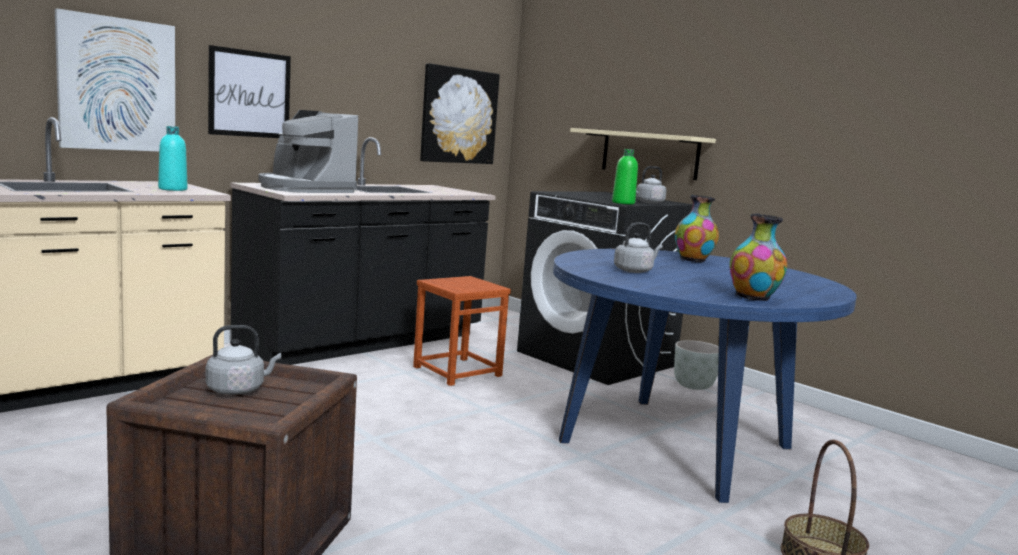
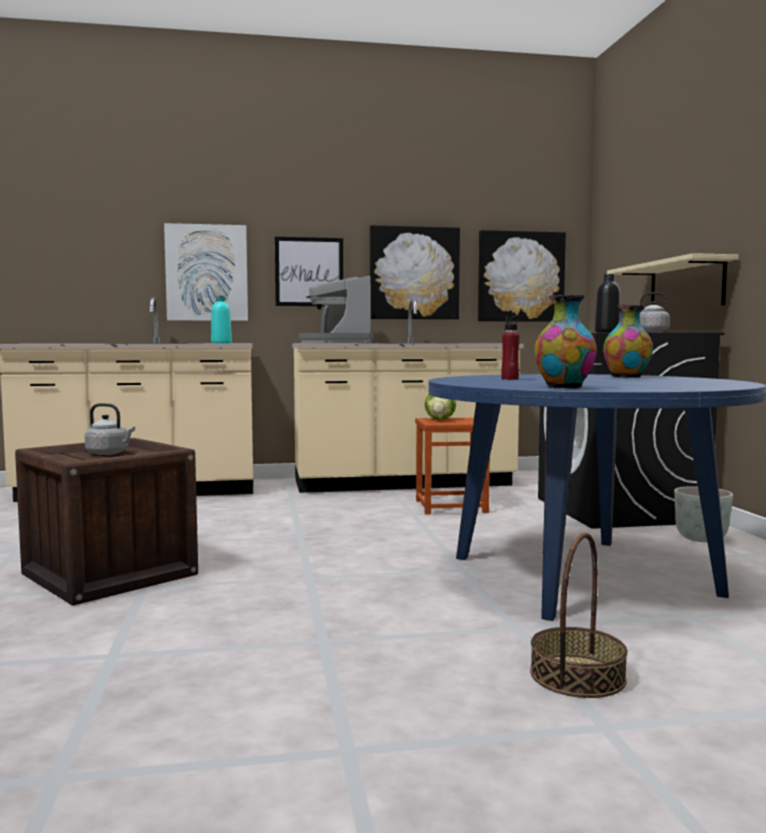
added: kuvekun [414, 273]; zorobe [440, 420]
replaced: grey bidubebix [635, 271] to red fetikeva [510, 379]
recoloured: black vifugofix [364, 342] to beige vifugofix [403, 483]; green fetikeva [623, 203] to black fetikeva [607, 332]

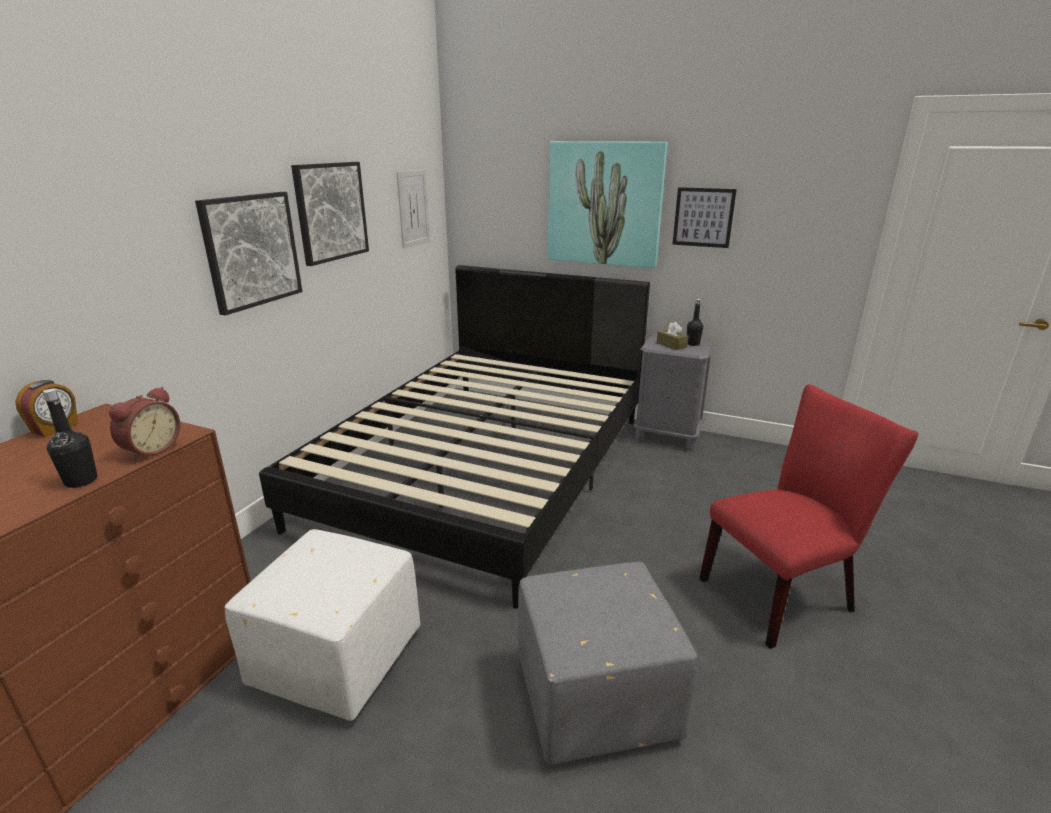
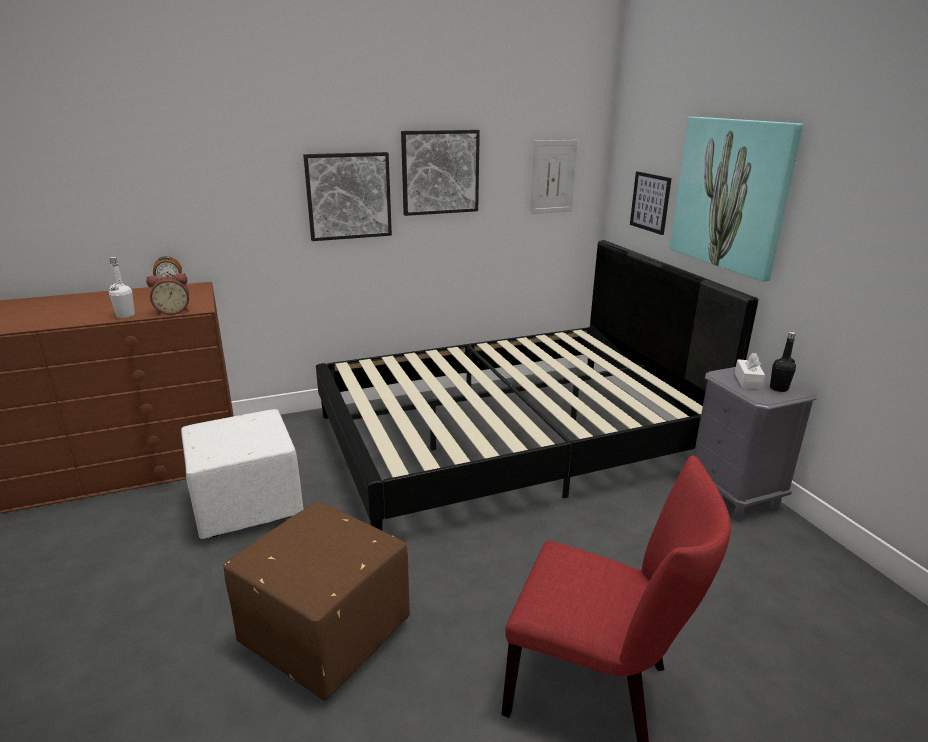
moved: kuvekun [703, 217] to [650, 202]
recoloured: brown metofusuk [671, 345] to white metofusuk [747, 381]; black fetikeva [81, 481] to white fetikeva [125, 315]; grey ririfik [595, 701] to brown ririfik [323, 635]

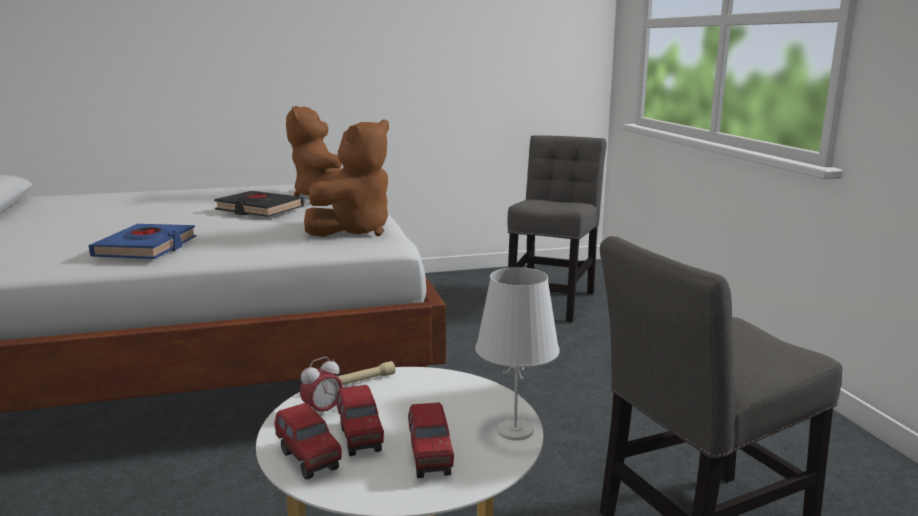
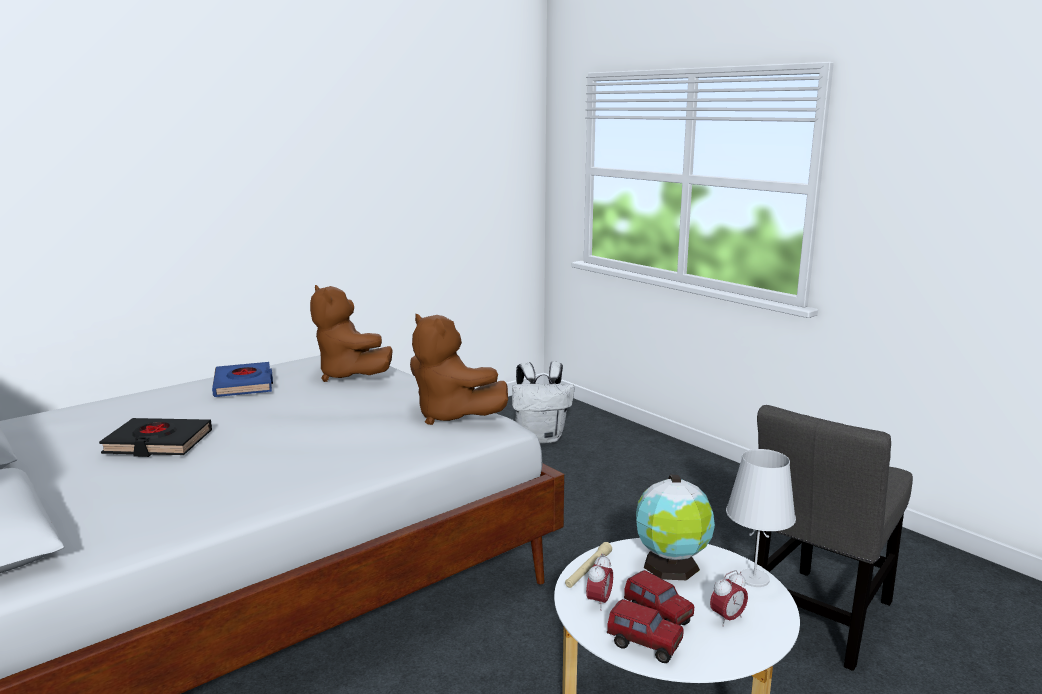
added: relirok [671, 567]
moved: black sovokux [259, 209] to [158, 443]; blue sovokux [146, 248] to [244, 385]
replaced: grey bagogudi [552, 300] to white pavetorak [540, 438]; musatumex [430, 459] to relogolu [727, 619]
turned: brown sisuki [354, 231] = [451, 416] 120 degrees clockwise

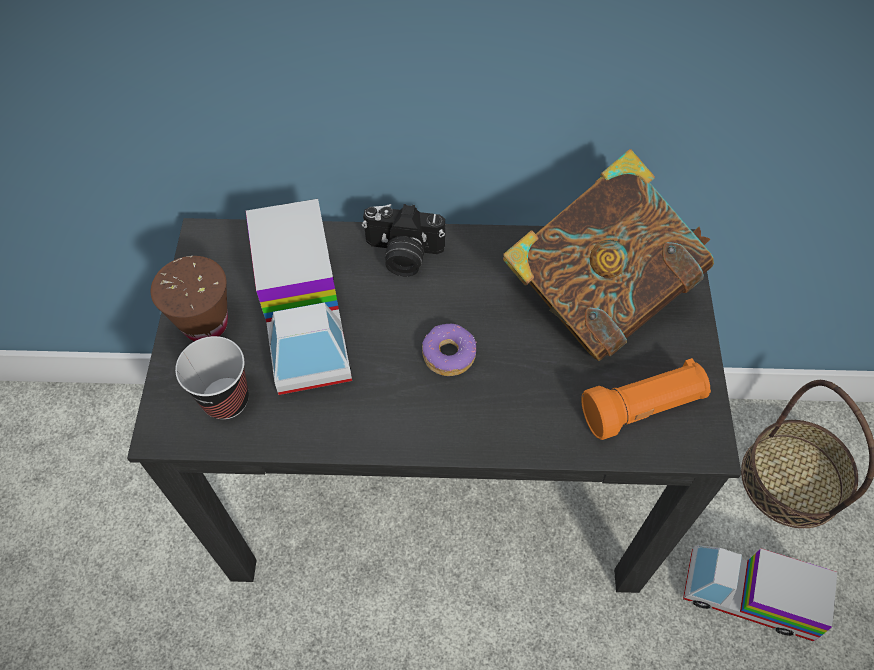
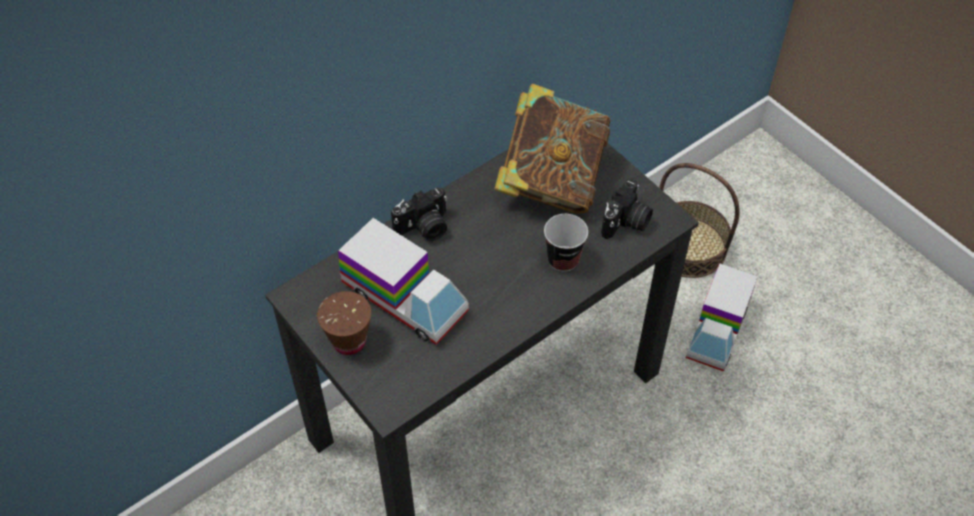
removed: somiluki [448, 354]
moved: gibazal [226, 400] to [563, 260]
replaced: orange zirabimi [642, 408] to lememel [626, 222]
turned: musatumex [748, 595] = [717, 330] 45 degrees counterclockwise

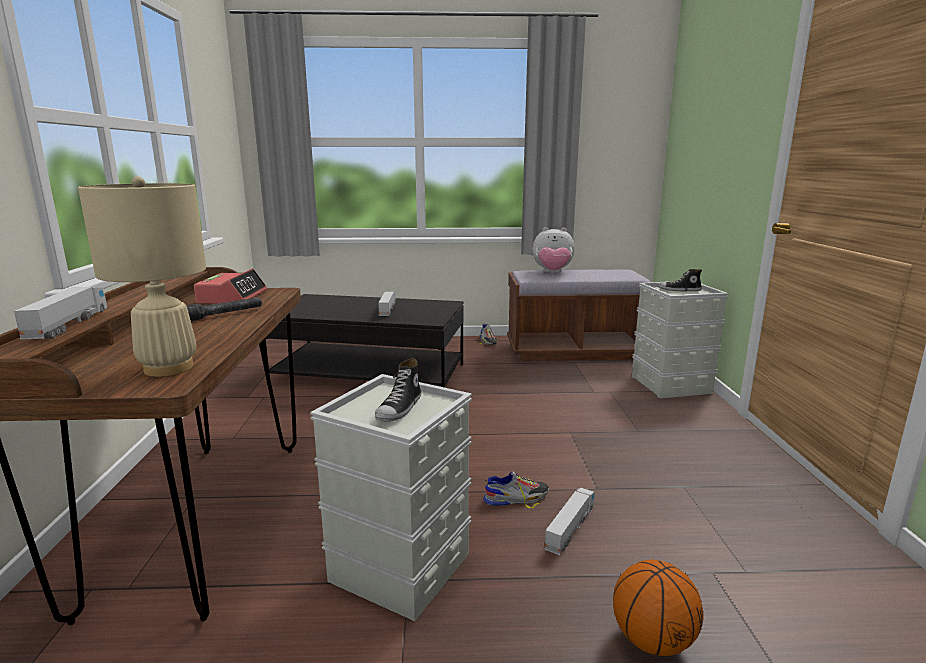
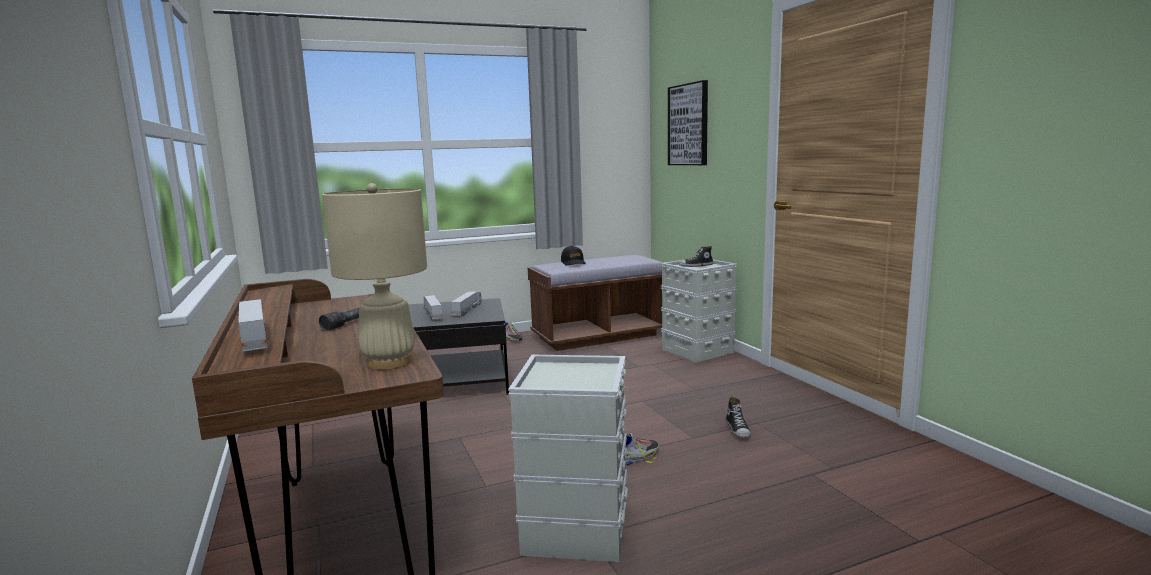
removed: relogolu [233, 297]; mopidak [652, 641]
added: kuvekun [689, 125]
moved: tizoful [400, 409] to [738, 430]; musatumex [570, 528] to [467, 309]
replaced: sisuki [552, 272] to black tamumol [573, 263]

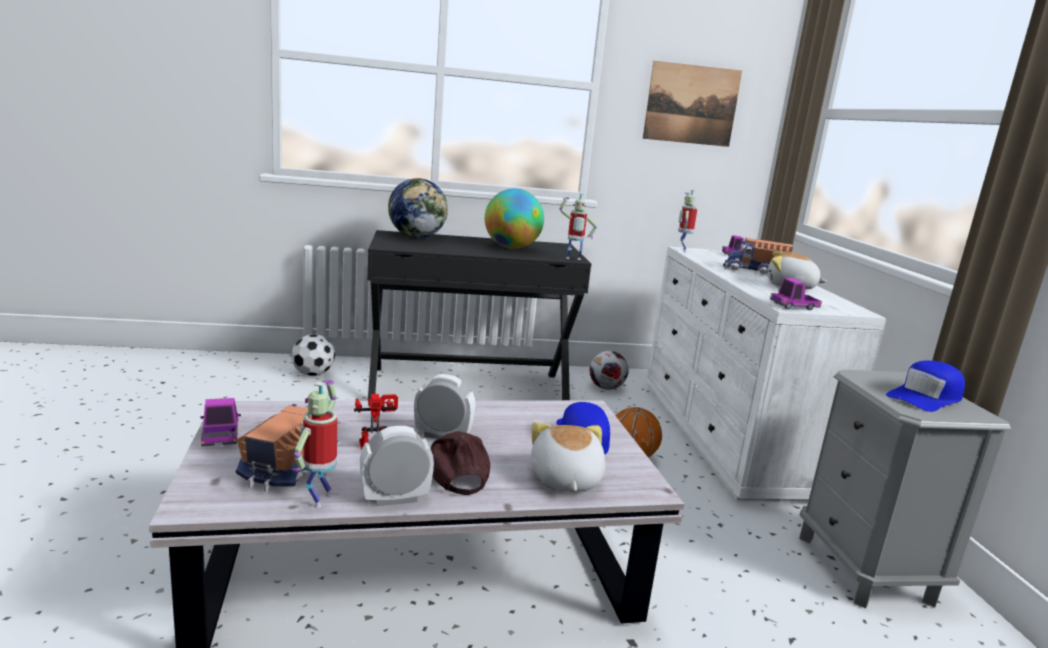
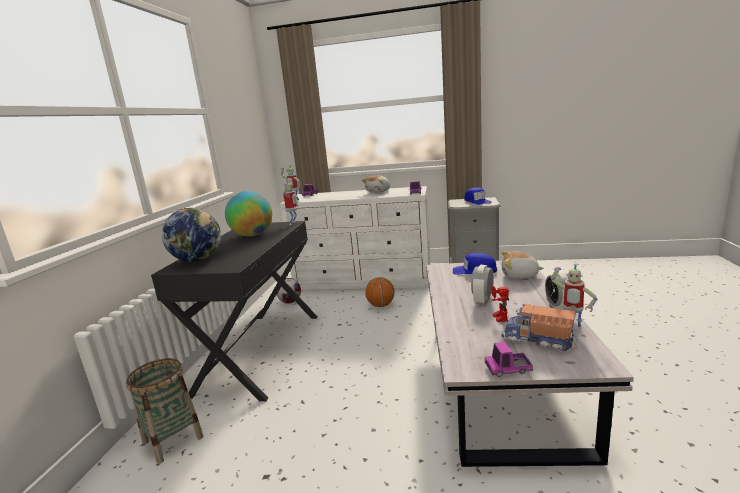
removed: kuvekun [691, 104]; musatumex [755, 271]; brown tamumol [456, 471]
replaced: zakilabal [313, 374] to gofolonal [173, 439]

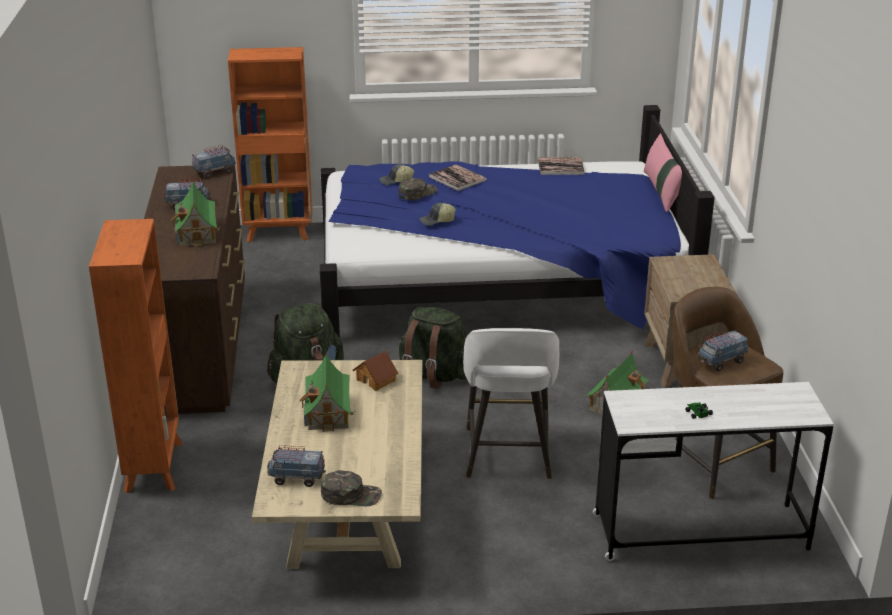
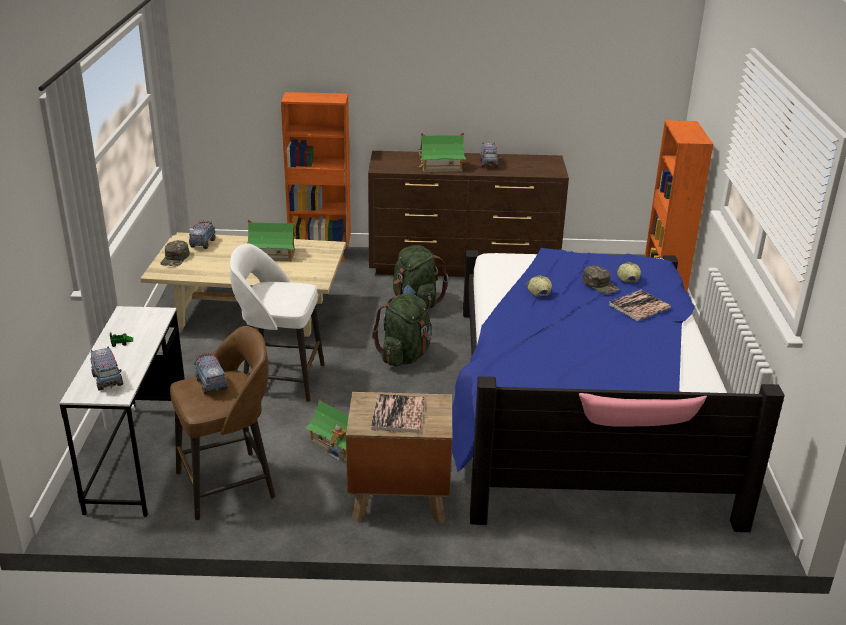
removed: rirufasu [376, 380]
moved: musatumex [214, 172] to [107, 380]; sovokux [560, 167] to [398, 414]

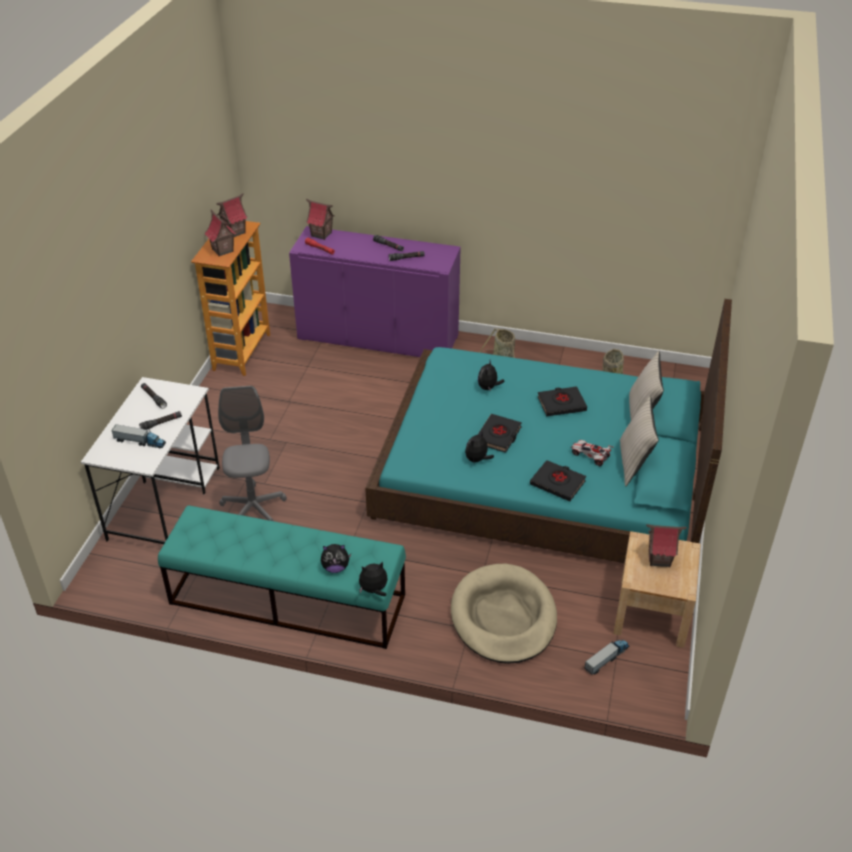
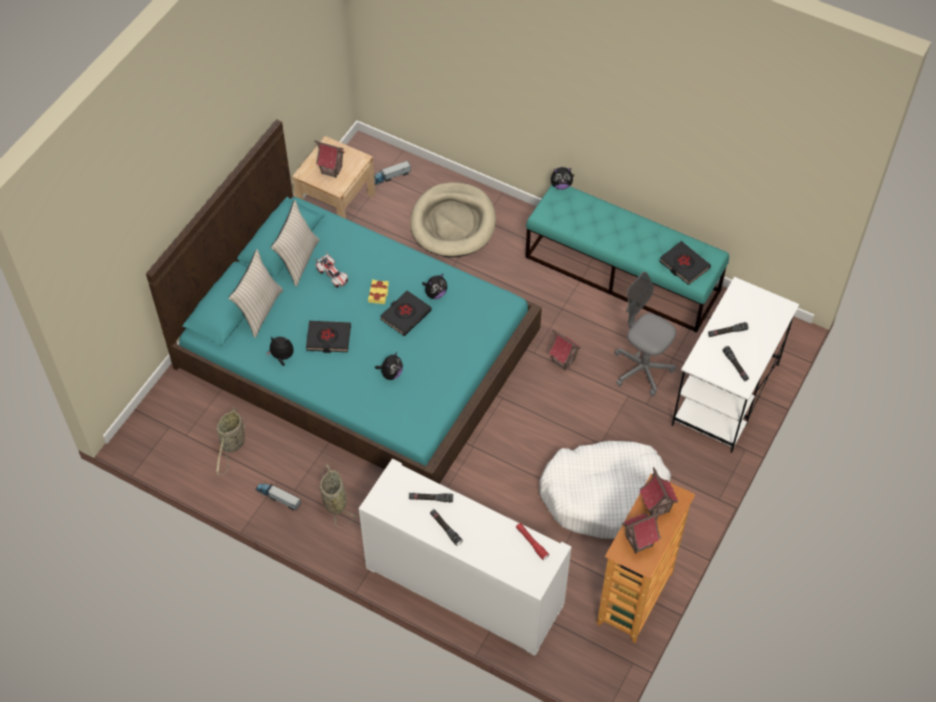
added: yellow sovokux [378, 293]; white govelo [604, 495]
moved: rirufasu [321, 235] to [563, 360]; musatumex [140, 442] to [278, 498]; black sovokux [558, 483] to [684, 265]; sisuki [335, 567] to [282, 357]
recoloured: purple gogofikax [378, 337] to white gogofikax [464, 586]
turned: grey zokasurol [253, 508] = [642, 369] 120 degrees clockwise

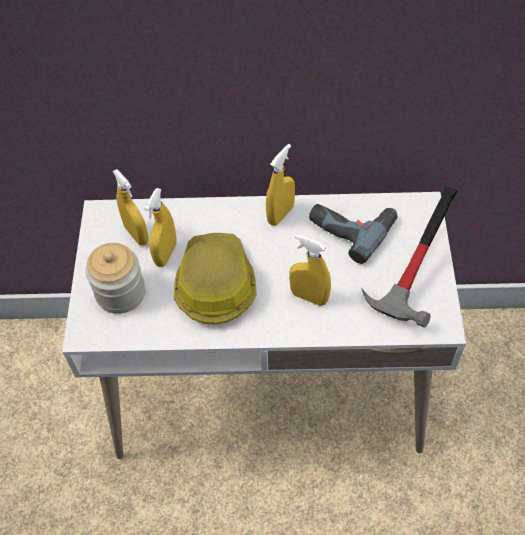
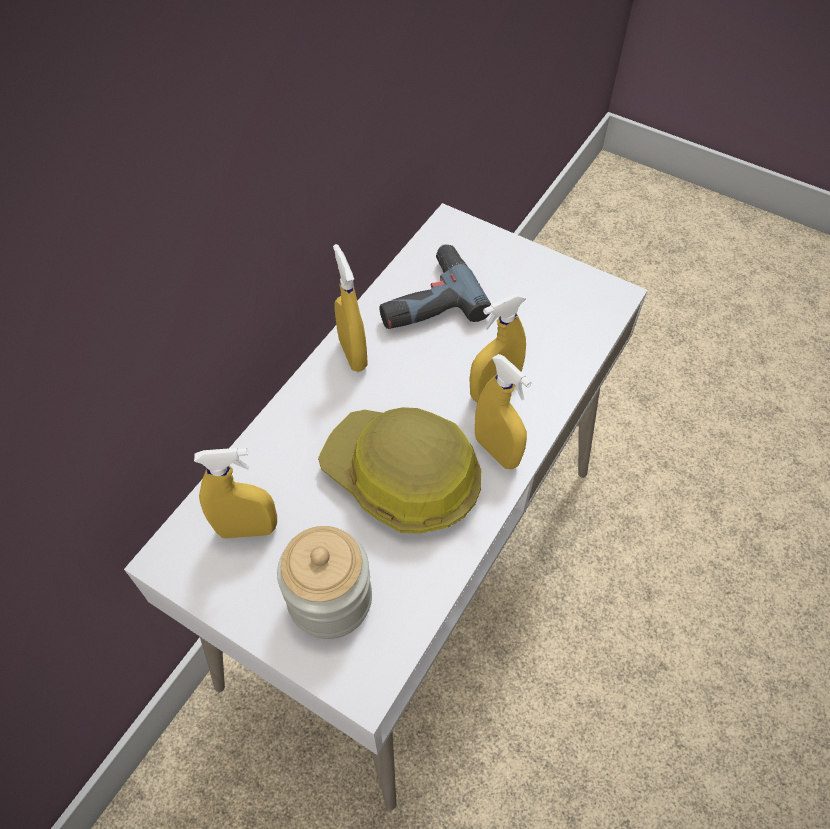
removed: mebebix [416, 279]
moved: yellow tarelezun [166, 254] to [496, 451]

